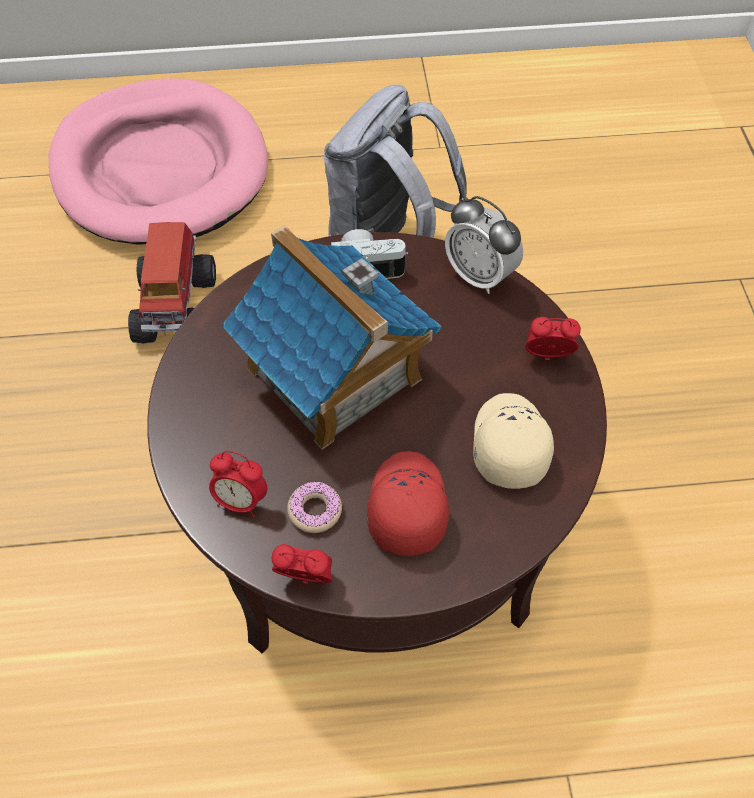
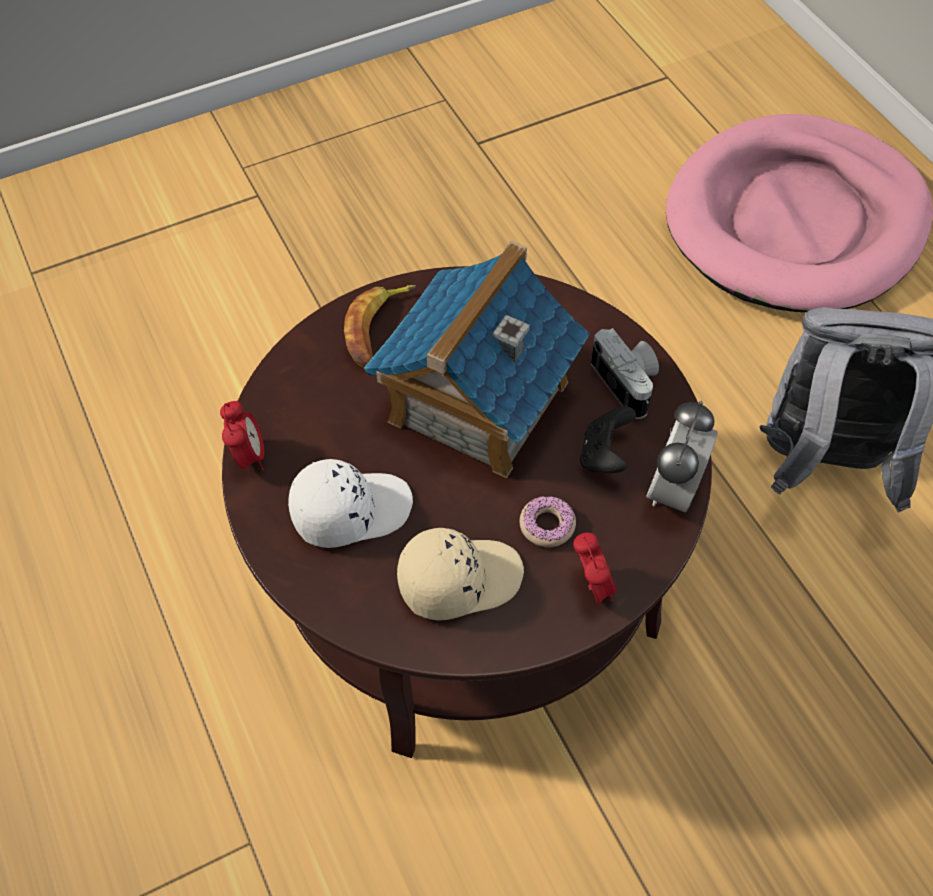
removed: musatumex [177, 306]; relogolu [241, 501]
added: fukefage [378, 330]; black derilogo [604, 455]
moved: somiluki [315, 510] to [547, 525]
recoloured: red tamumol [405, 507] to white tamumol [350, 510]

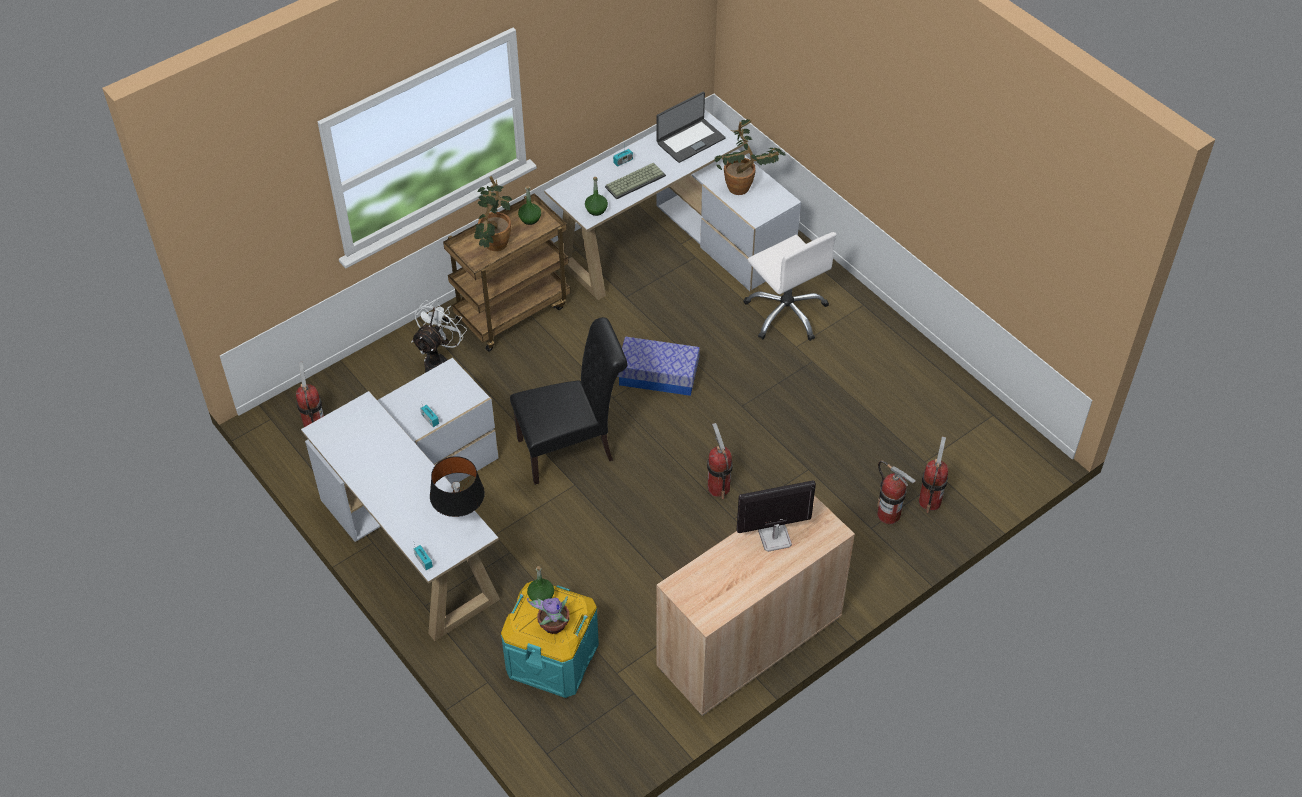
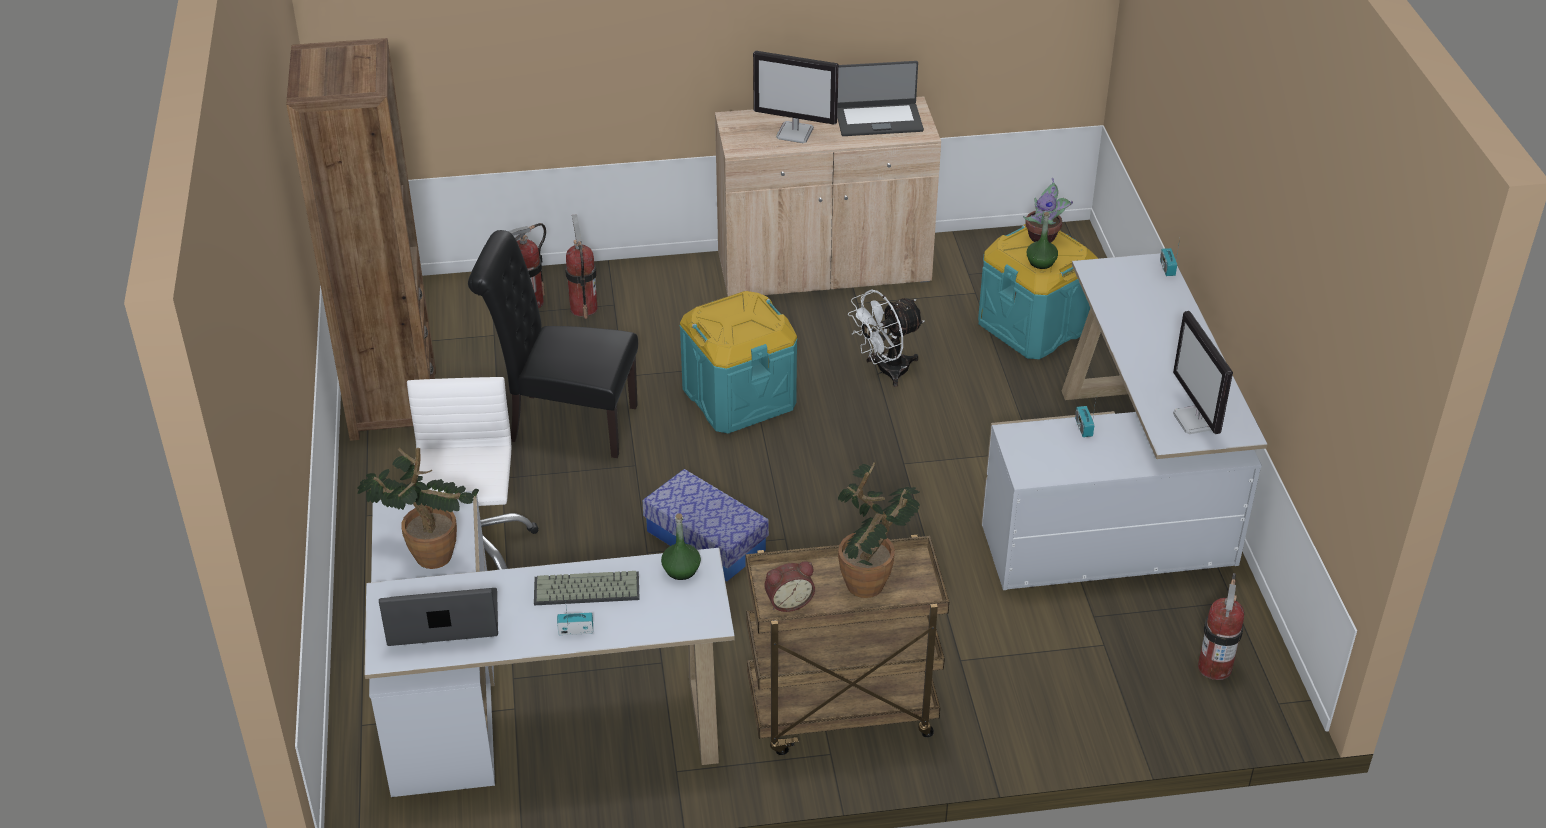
removed: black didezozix [460, 515]
added: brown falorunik [393, 403]; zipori [878, 120]; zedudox [1197, 421]
moved: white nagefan [439, 360] to [885, 371]; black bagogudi [572, 449] to [565, 423]
replaced: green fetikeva [530, 219] to relogolu [788, 601]; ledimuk [718, 487] to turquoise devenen [739, 397]

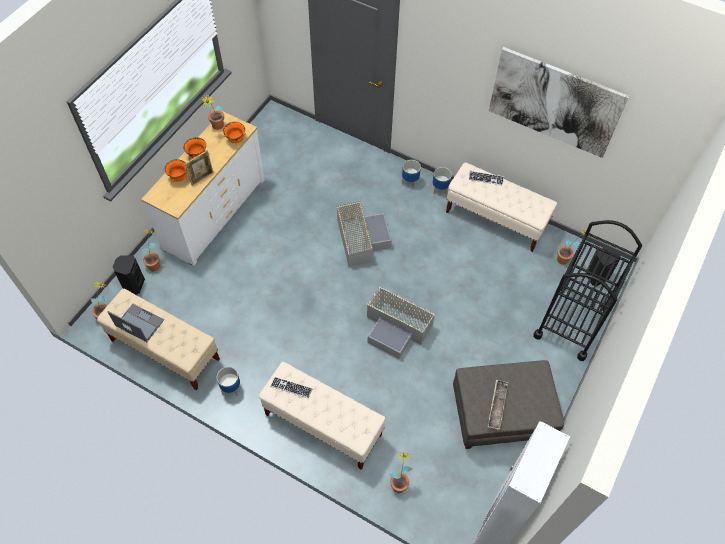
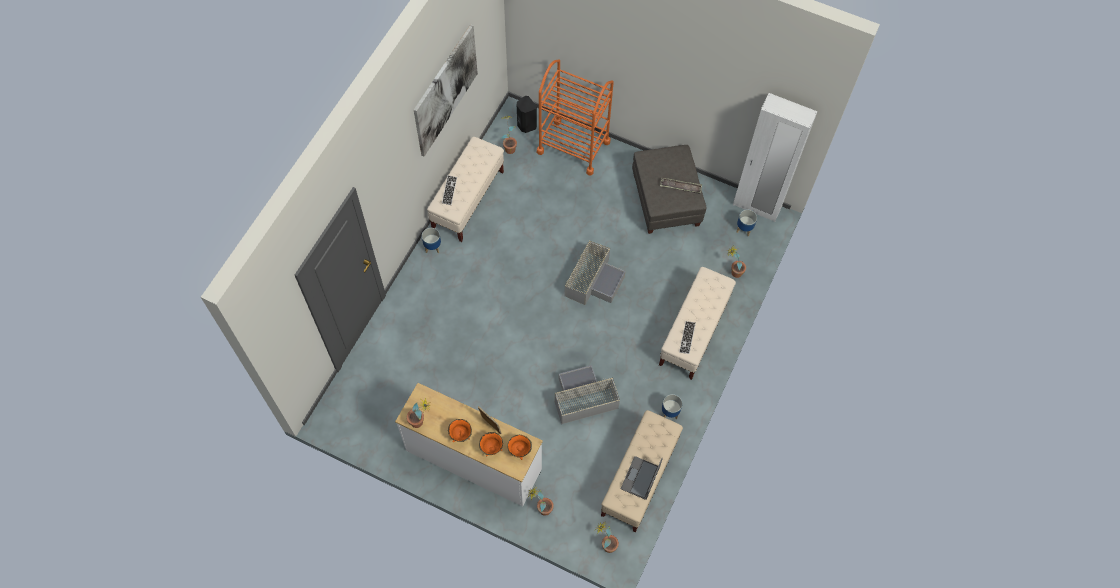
removed: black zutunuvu [133, 285]
moved: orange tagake [235, 140] to [519, 451]; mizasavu [410, 182] to [744, 229]; grey devenen [361, 238] to [583, 399]
recoloured: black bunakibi [571, 321] to orange bunakibi [573, 147]

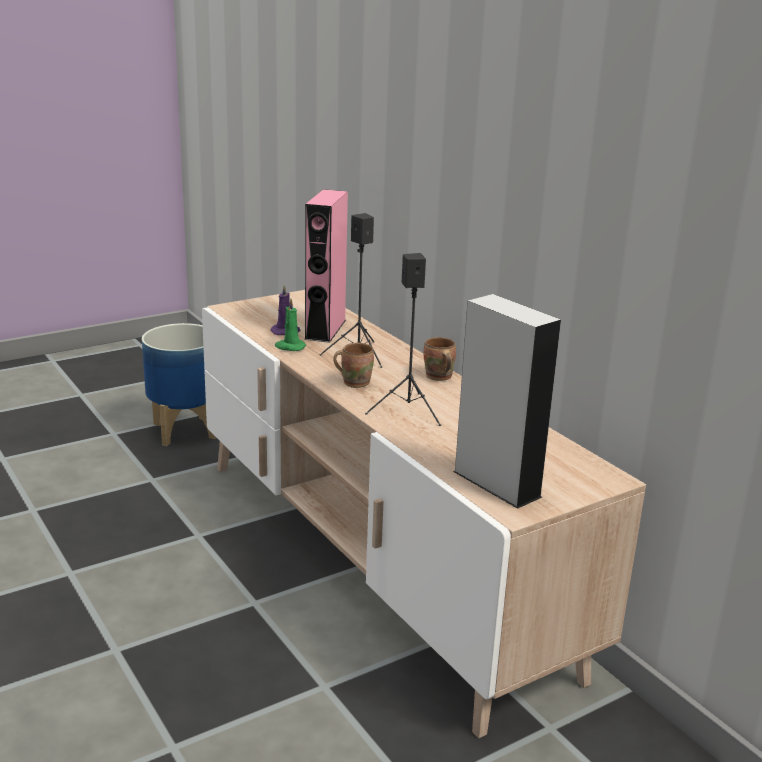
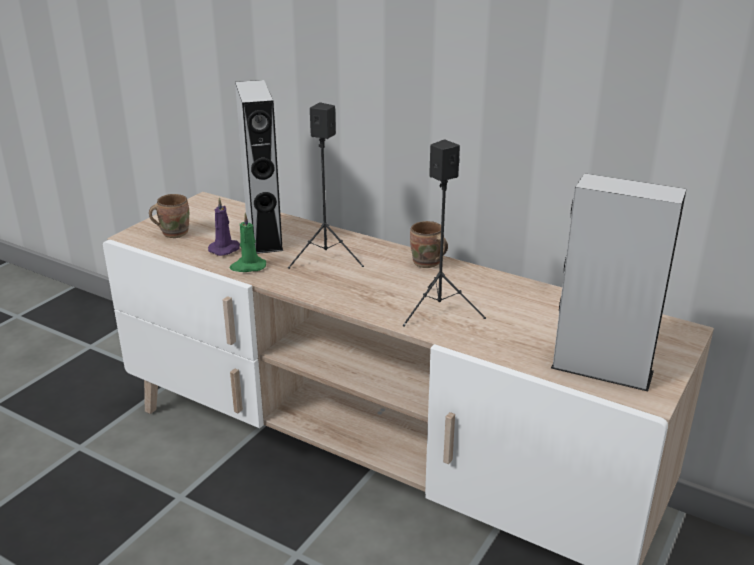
removed: mizasavu [186, 430]
moved: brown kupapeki [355, 382] to [173, 232]
recoloured: pink zutunuvu [325, 329] to grey zutunuvu [264, 236]

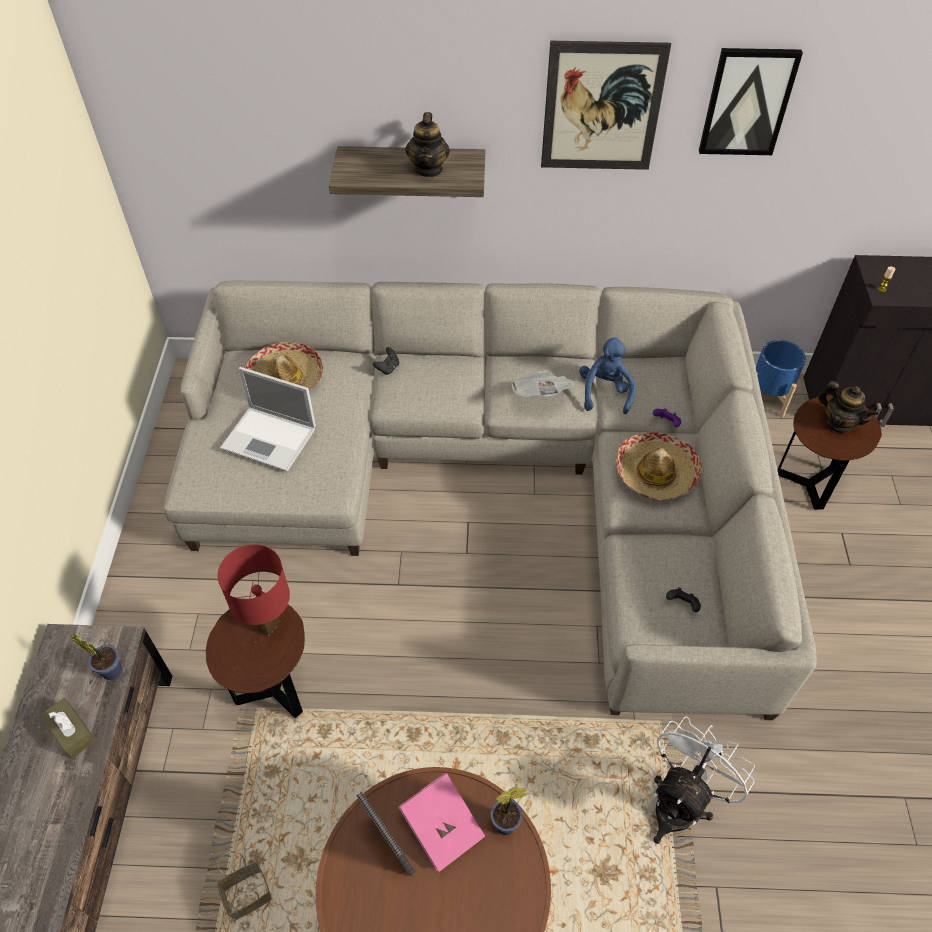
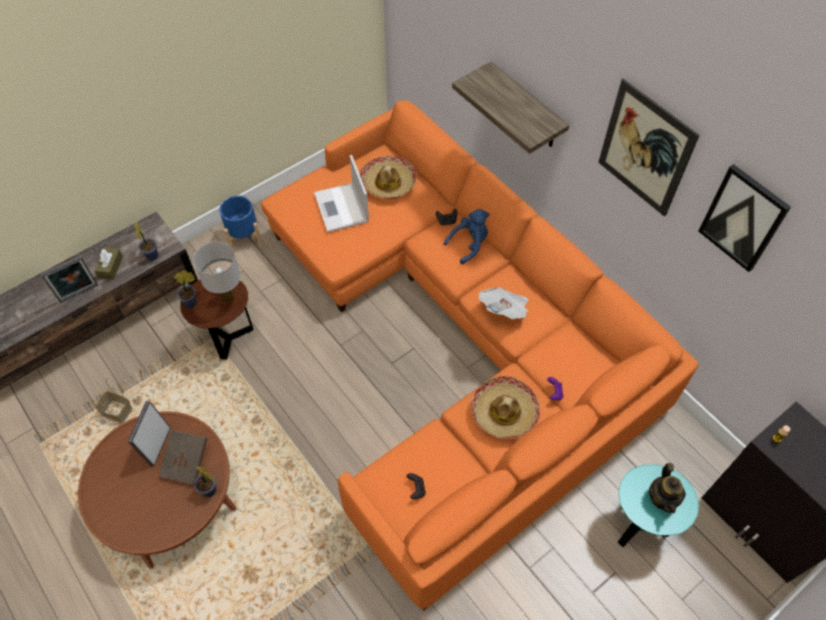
removed: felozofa [428, 169]; white nagefan [680, 802]
added: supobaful [79, 295]; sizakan [192, 303]
moved: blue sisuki [605, 392] to [469, 244]; blue mizasavu [767, 396] to [244, 237]
recoloured: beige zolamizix [497, 478] to orange zolamizix [459, 340]; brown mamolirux [808, 484] to turquoise mamolirux [638, 525]; red didezozix [269, 625] to white didezozix [228, 298]; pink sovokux [442, 827] to brown sovokux [186, 462]

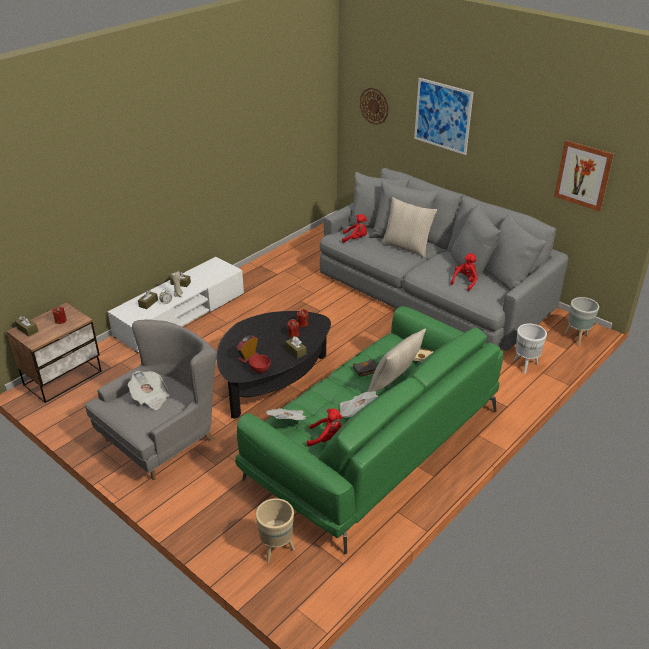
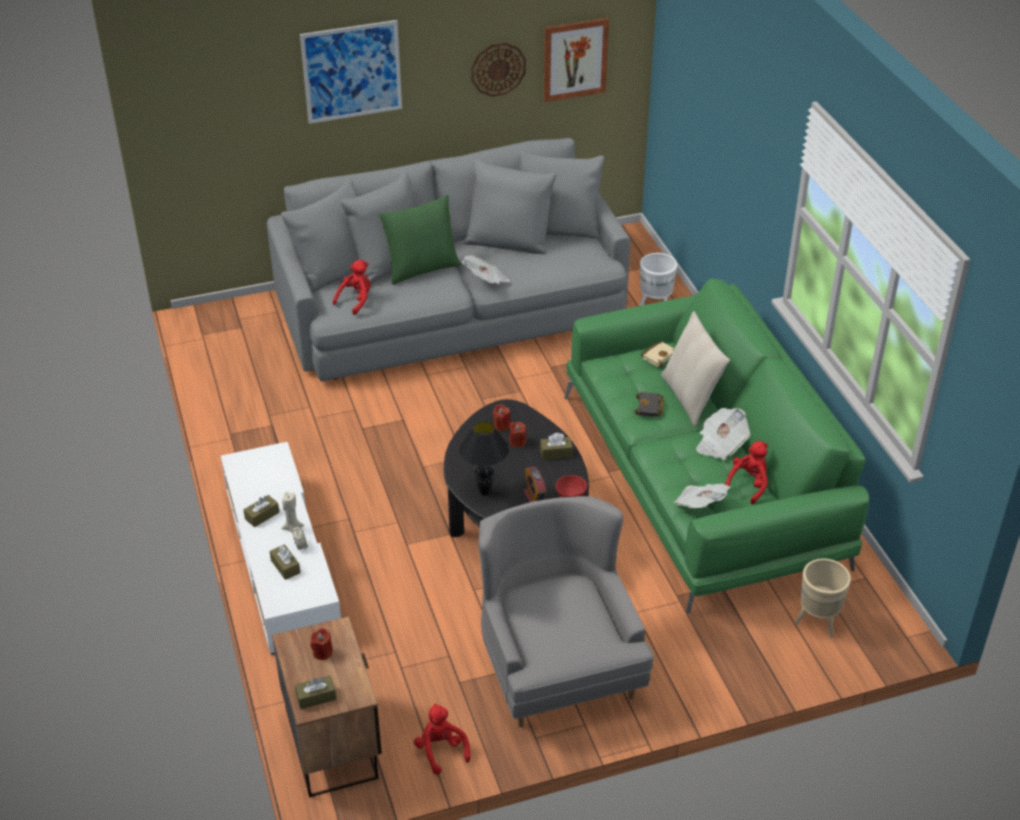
removed: grey mizasavu [577, 338]
added: black didezozix [484, 492]
moved: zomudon [374, 106] to [498, 69]; red sisuki [465, 282] to [441, 750]; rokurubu [150, 398] to [486, 280]
recoloured: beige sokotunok [406, 247] to green sokotunok [421, 268]

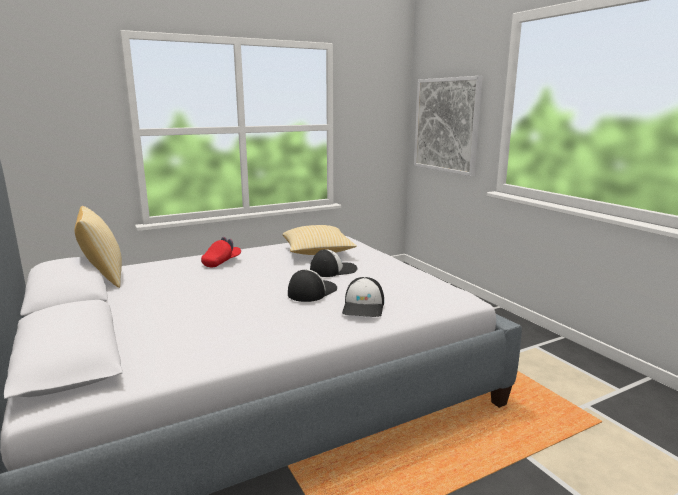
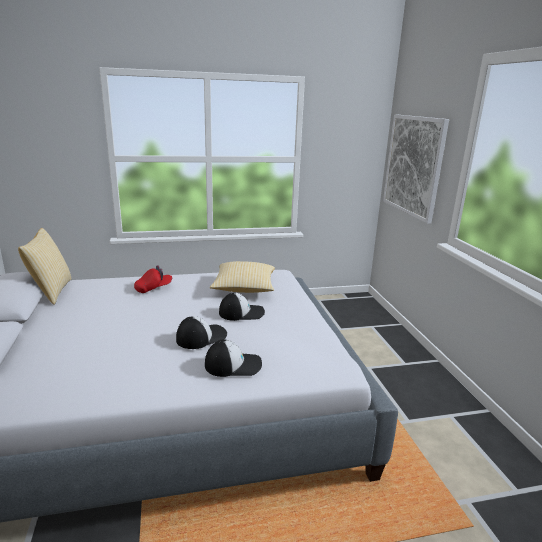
turned: tamumol [364, 307] = [233, 364] 120 degrees counterclockwise

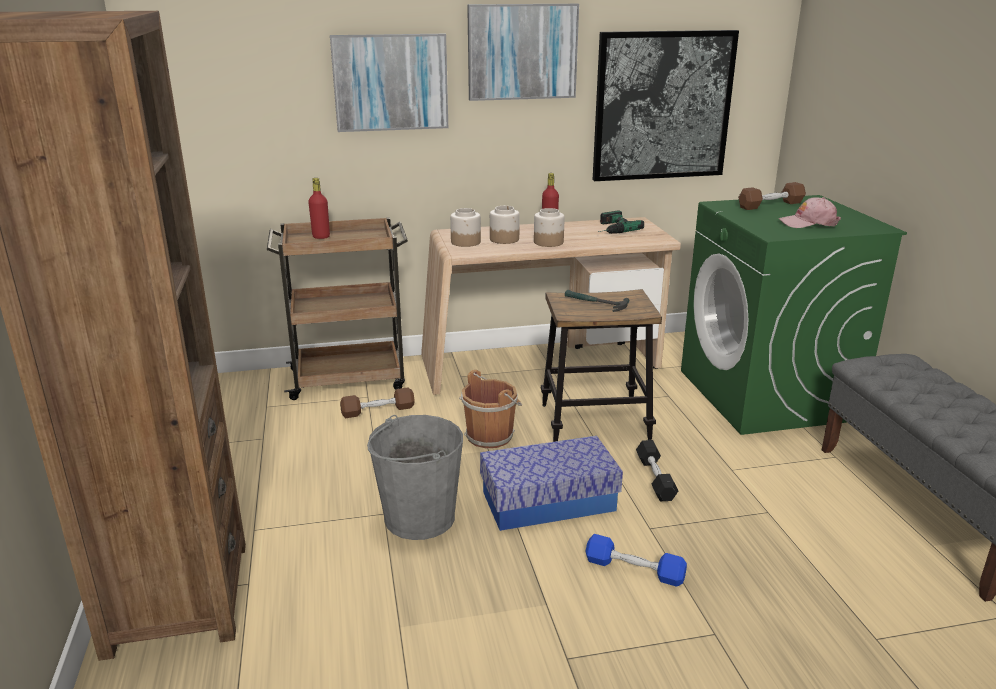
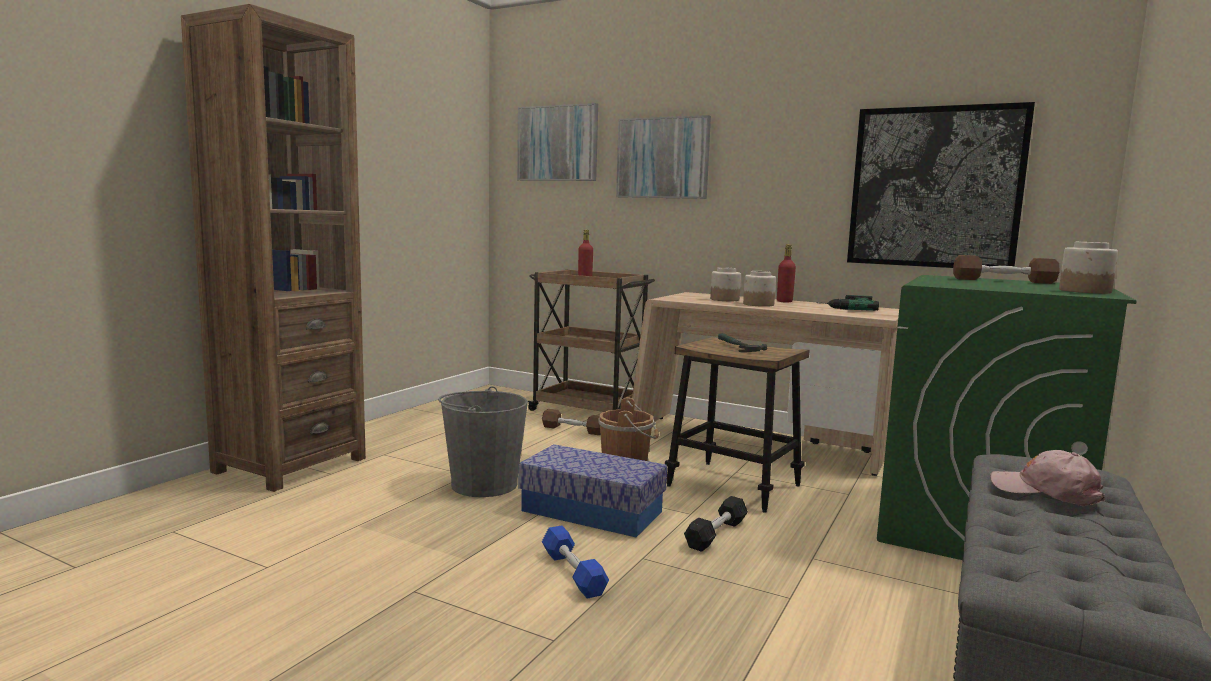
moved: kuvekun [522, 52] to [558, 143]; pink tamumol [808, 223] to [1045, 491]; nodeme [466, 242] to [1085, 291]

